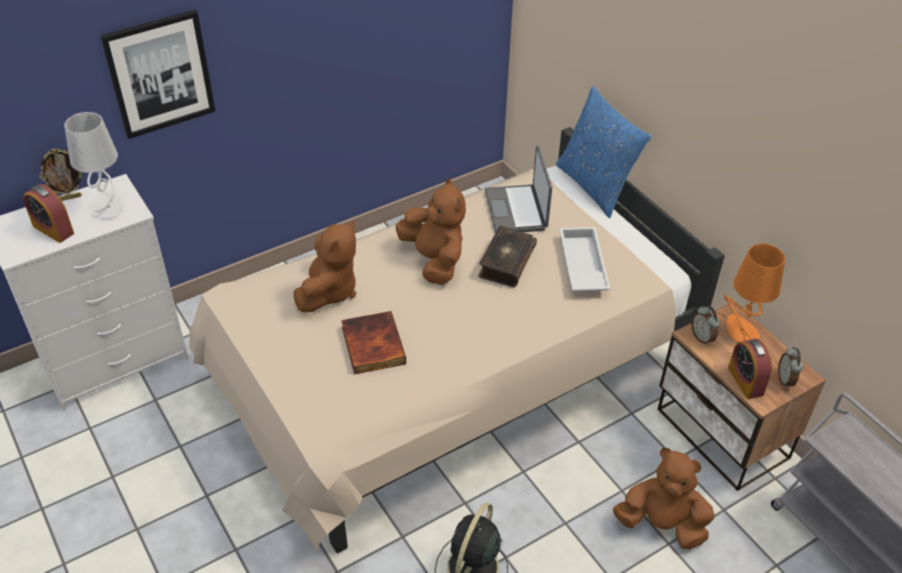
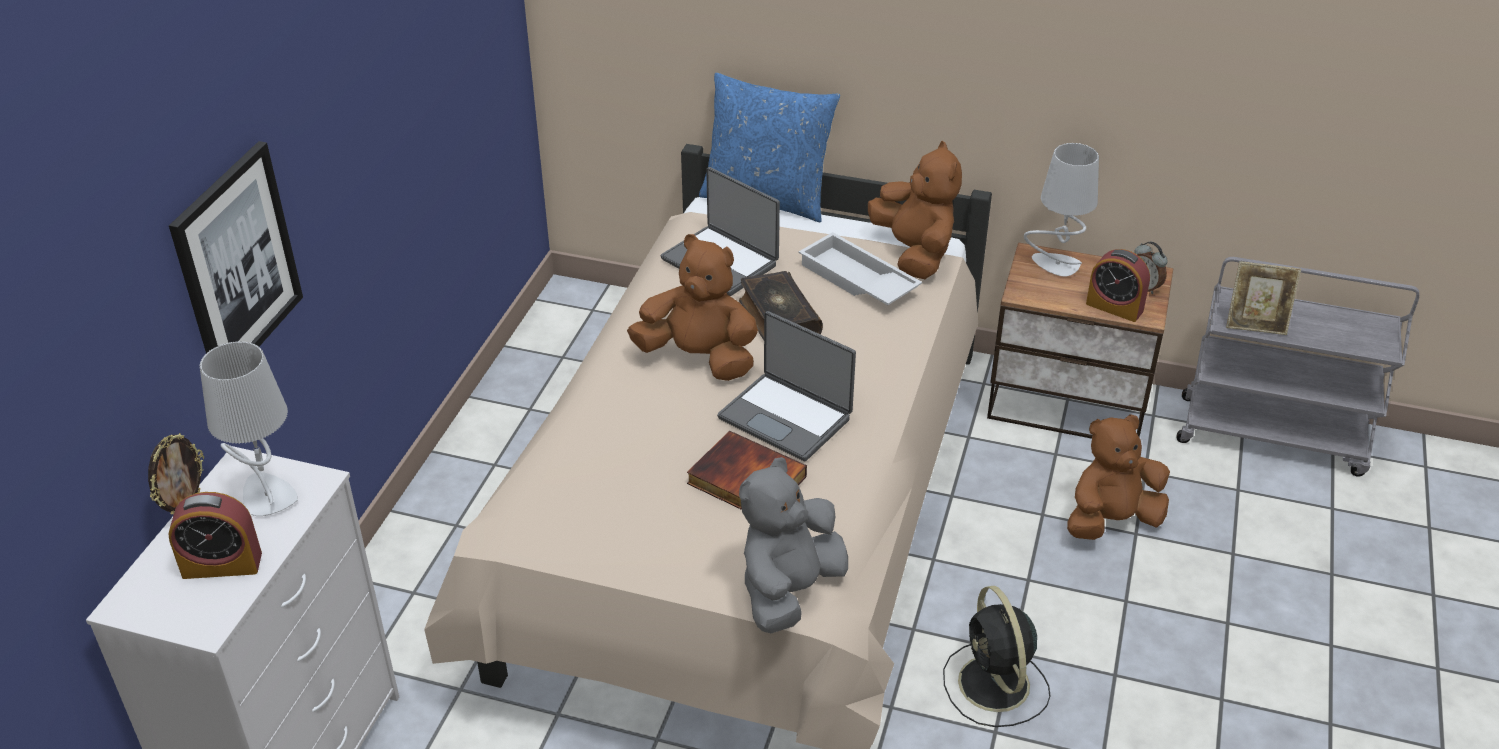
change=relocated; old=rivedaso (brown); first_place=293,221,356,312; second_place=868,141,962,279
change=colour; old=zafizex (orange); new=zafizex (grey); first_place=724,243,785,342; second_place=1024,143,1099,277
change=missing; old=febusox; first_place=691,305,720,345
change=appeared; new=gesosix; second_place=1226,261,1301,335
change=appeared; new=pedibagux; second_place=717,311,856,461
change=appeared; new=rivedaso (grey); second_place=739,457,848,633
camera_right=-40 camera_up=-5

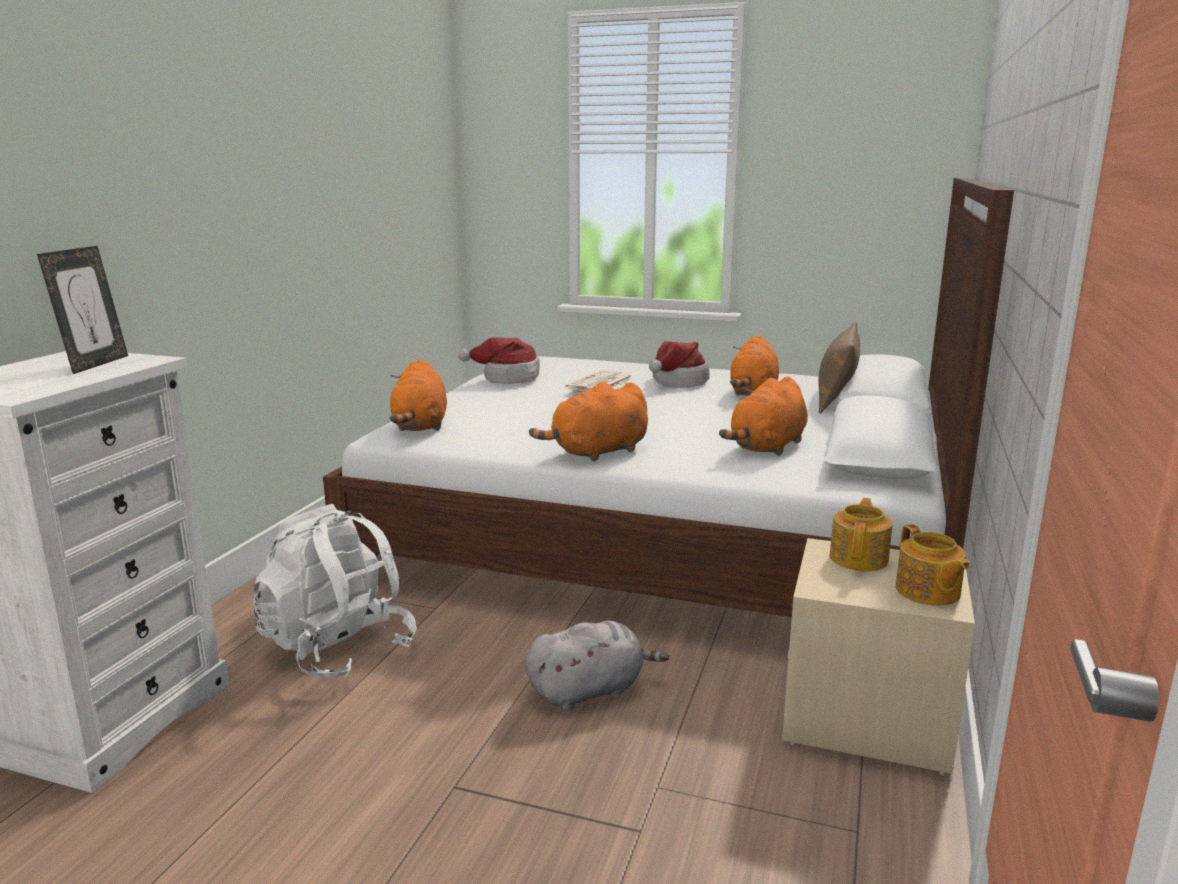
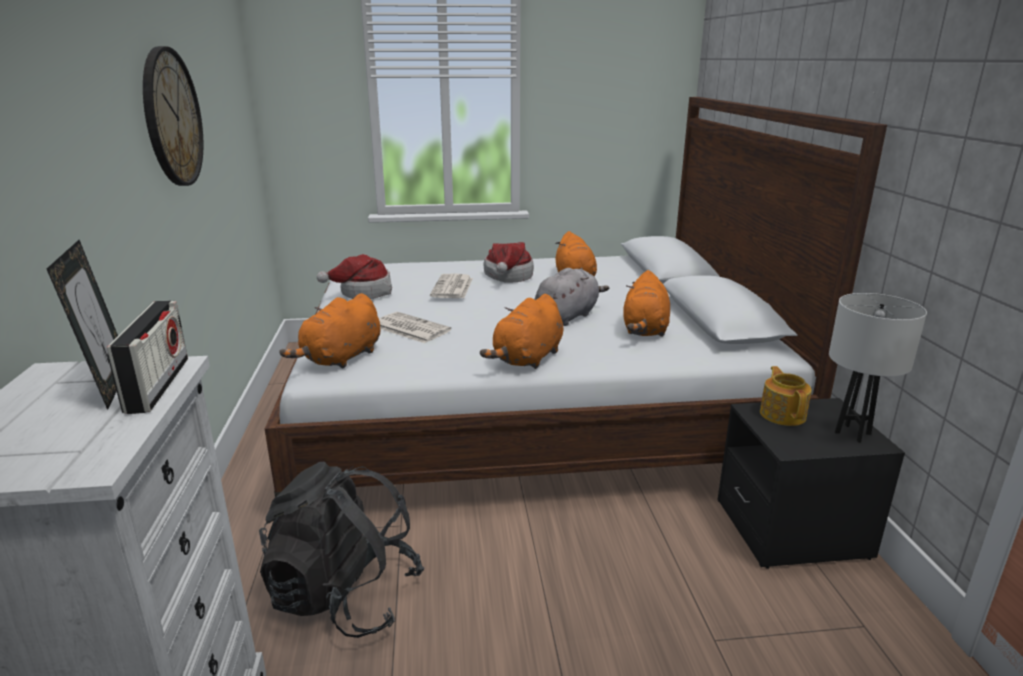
change=missing; old=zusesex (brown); first_place=818,322,860,414
change=spun; old=rivedaso (orange); first_place=390,359,447,431; second_place=279,293,380,369; degrees=60
change=colour; old=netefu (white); new=netefu (black); first_place=252,504,417,678; second_place=259,462,425,638
change=exchanged; old=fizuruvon; new=zafizex (white); first_place=896,524,970,606; second_place=829,293,927,443
change=colour; old=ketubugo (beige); new=ketubugo (black); first_place=782,538,975,775; second_place=717,398,905,569
change=relocated; old=rivedaso (grey); first_place=525,621,669,711; second_place=534,268,609,326
change=appeared; new=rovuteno; second_place=143,46,203,186
change=appeared; new=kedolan; second_place=107,301,188,414
change=appeared; new=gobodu; second_place=379,312,451,343
camera_right=-25 camera_up=5

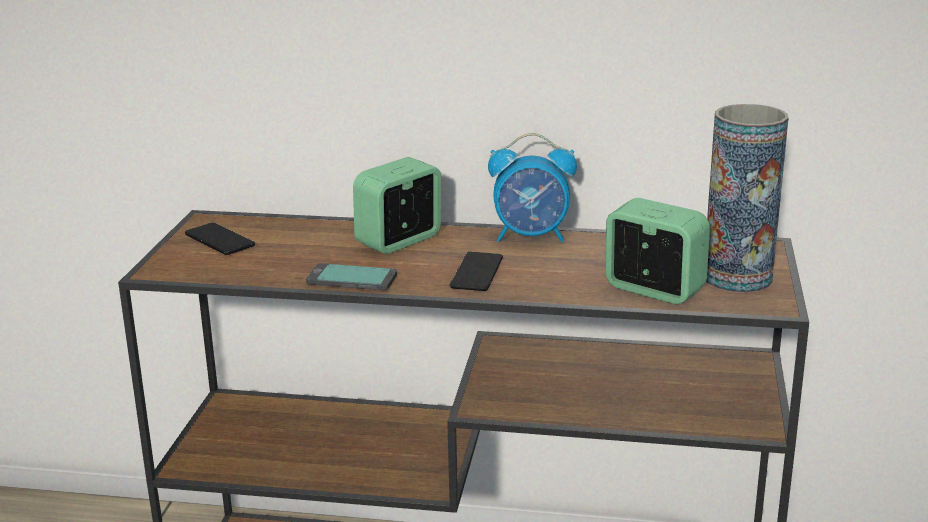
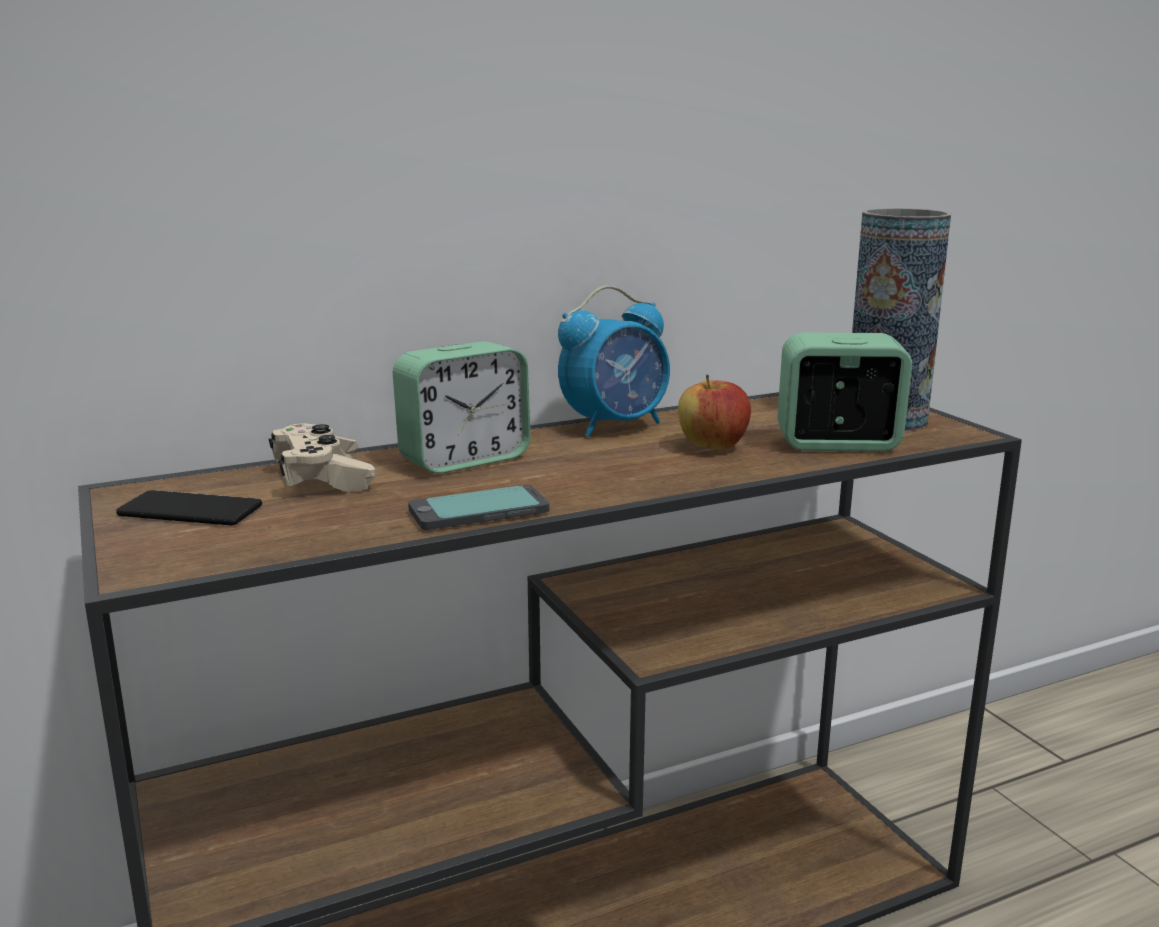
change=spun; old=febusox; first_place=353,157,441,254; second_place=393,341,531,474; degrees=-135
change=missing; old=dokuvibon; first_place=450,252,503,291
change=appeared; new=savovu; second_place=678,374,751,450
change=appeared; new=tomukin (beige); second_place=269,423,375,493
camera_right=-35 camera_up=-5

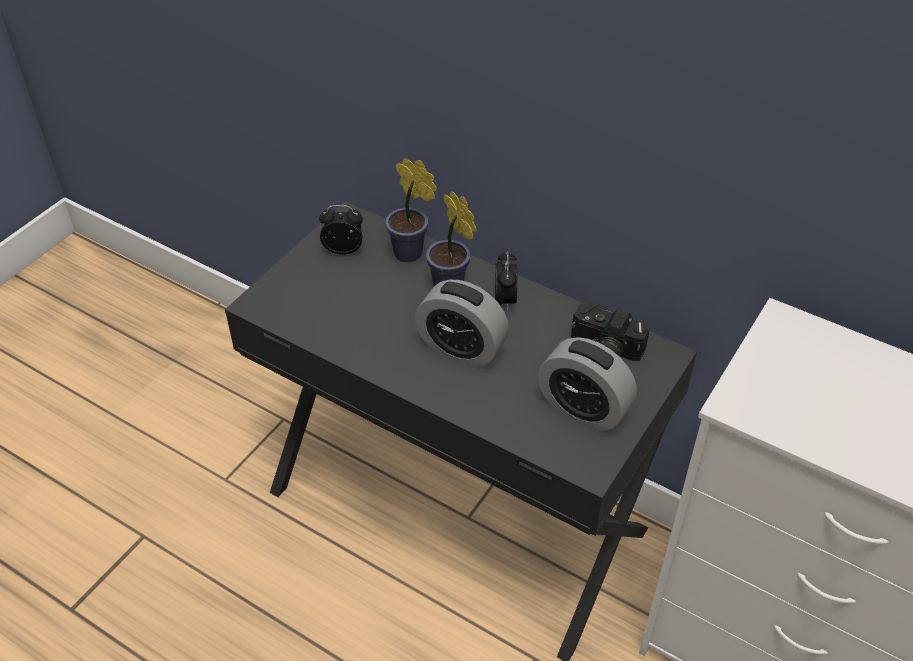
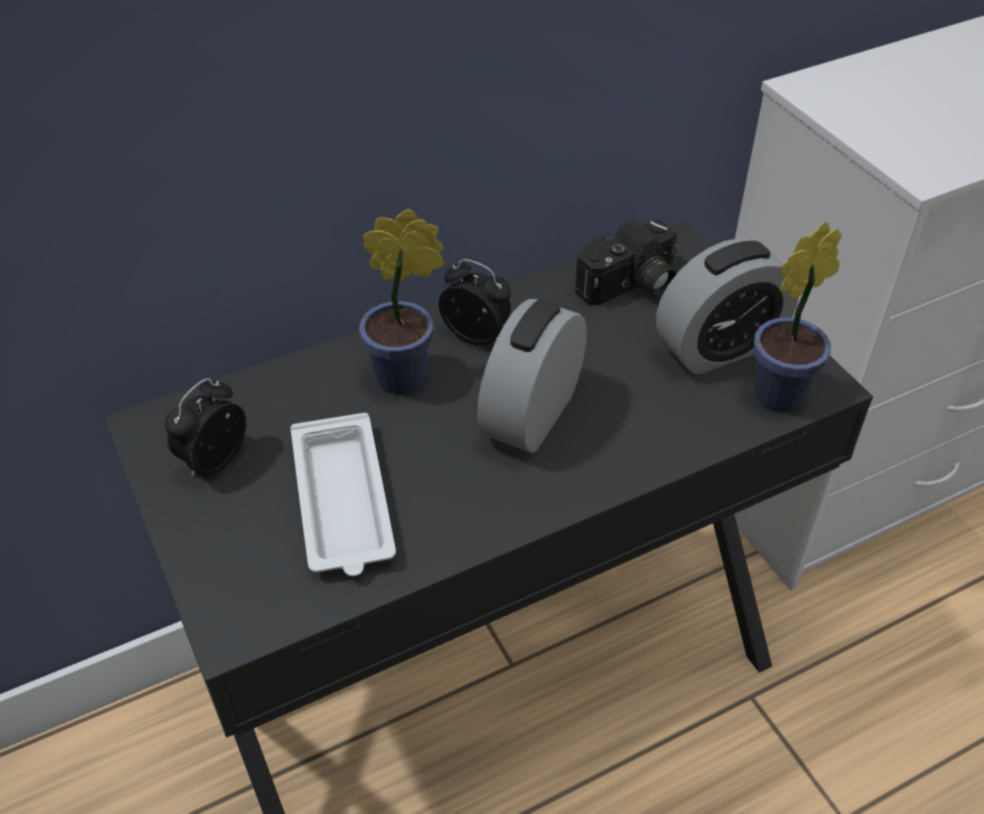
change=relocated; old=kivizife; first_place=385,158,437,262; second_place=754,222,842,412
change=spun; old=febusox; first_place=415,280,509,367; second_place=477,299,587,453; degrees=150
change=appeared; new=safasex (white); second_place=291,413,396,576
camera_right=-60 camera_up=0

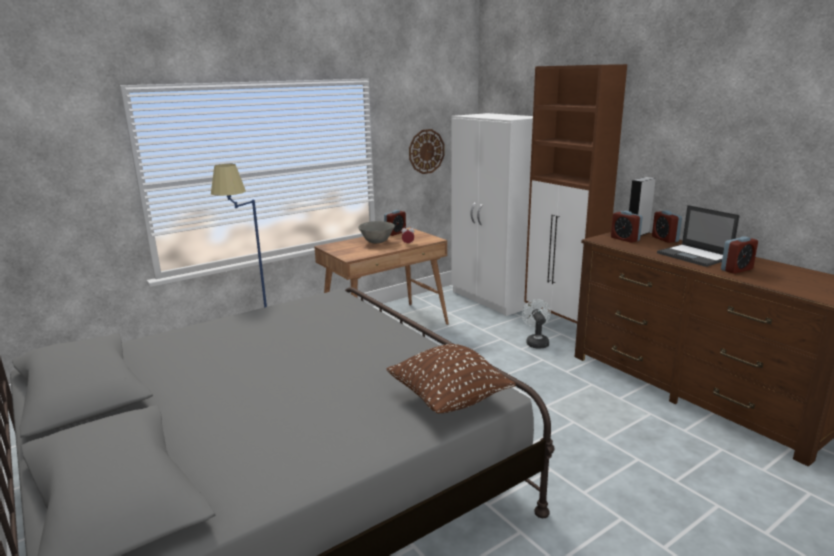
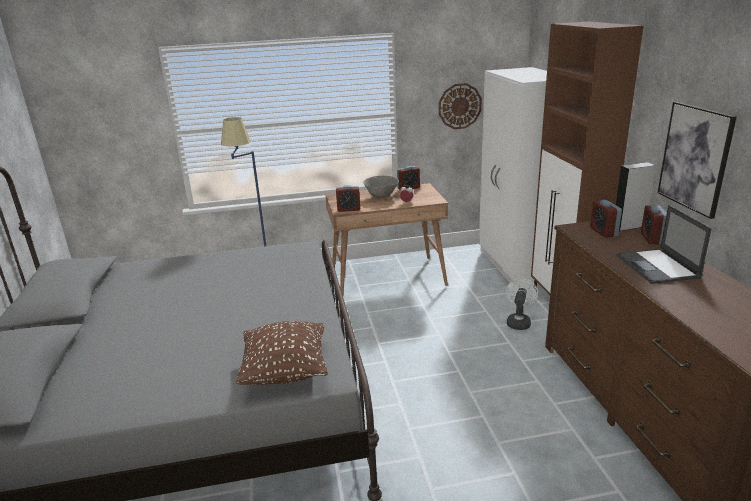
change=relocated; old=febusox; first_place=721,236,758,274; second_place=336,185,360,212
change=appeared; new=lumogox; second_place=658,102,737,219
camera_right=25 camera_up=5

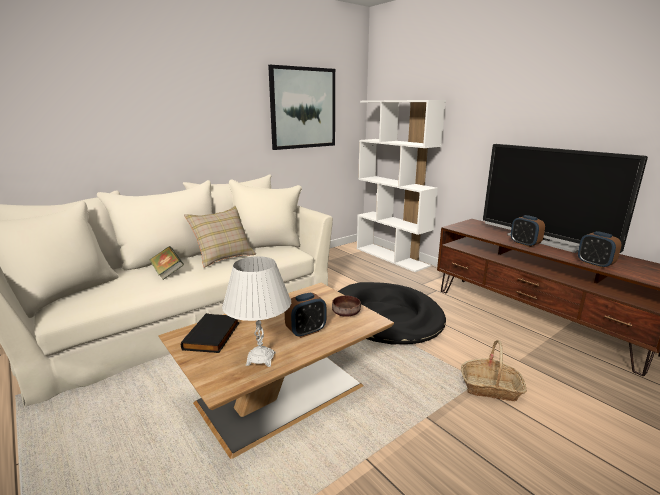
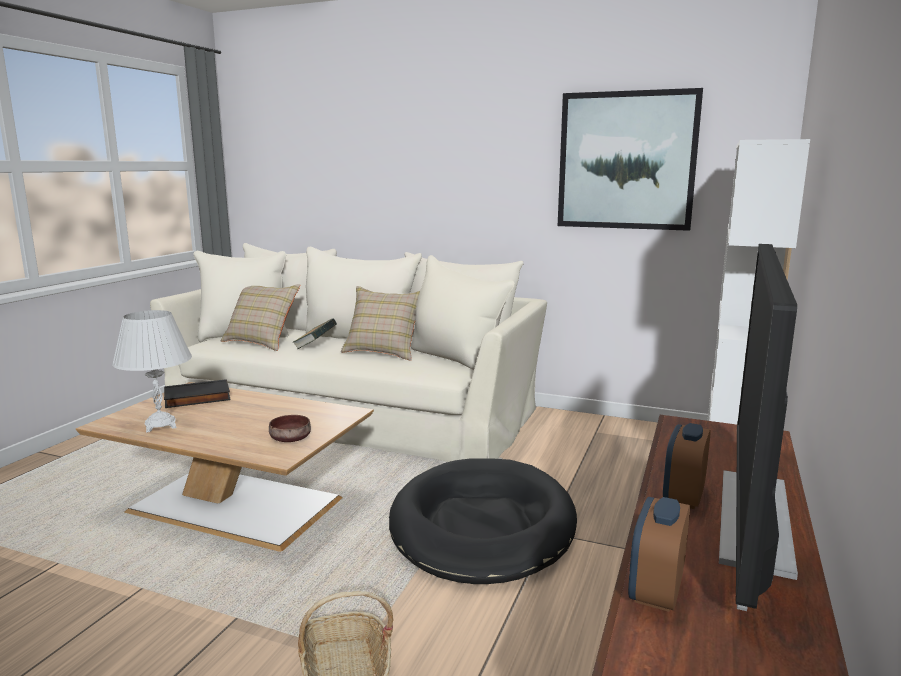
change=missing; old=febusox; first_place=285,293,326,338
change=appeared; new=zusesex (beige); second_place=221,284,300,351
camera_right=60 camera_up=-5

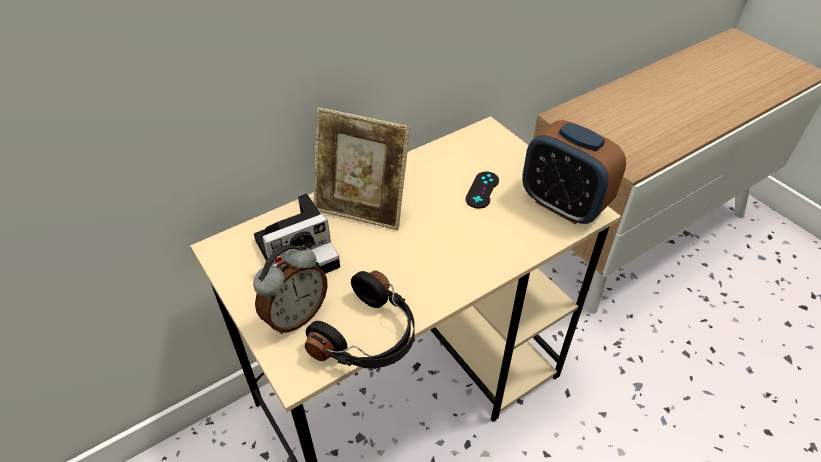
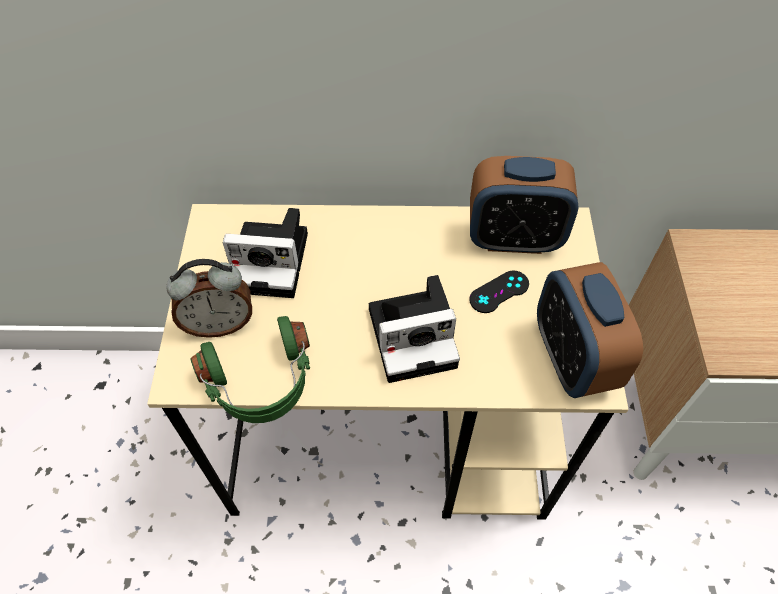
change=missing; old=gesosix; first_place=314,107,410,230
change=colour; old=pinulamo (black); new=pinulamo (green); first_place=305,271,415,368; second_place=190,316,310,423
change=appeared; new=febusox; second_place=470,156,579,254
change=appeared; new=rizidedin; second_place=369,275,460,383
camera_right=35 camera_up=10

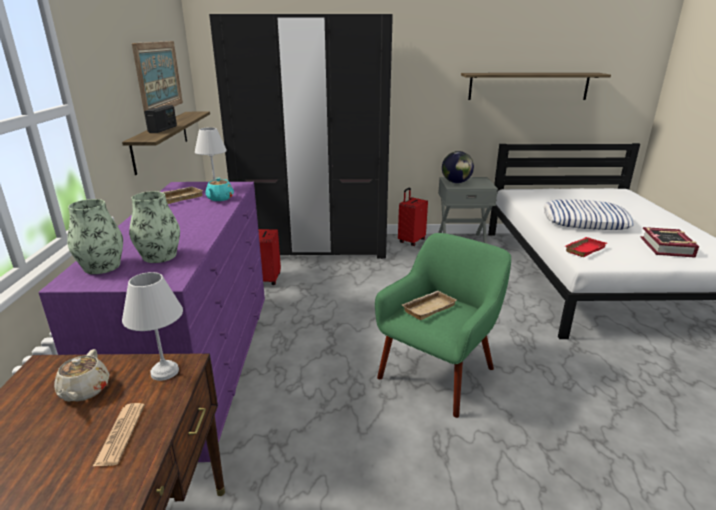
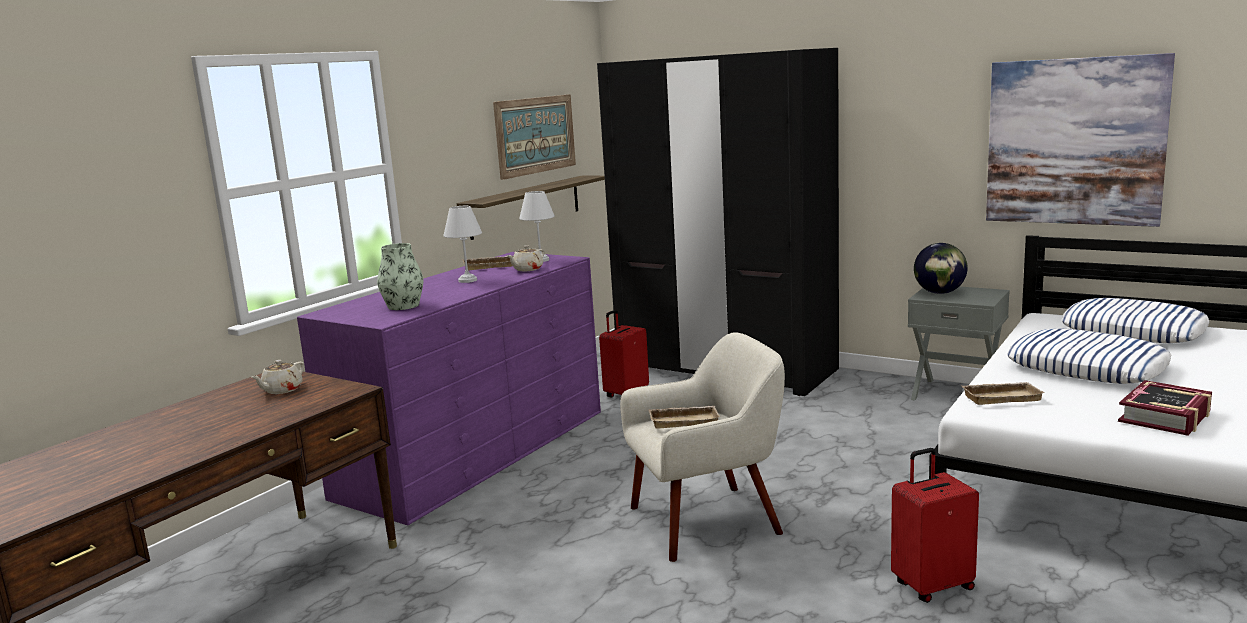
change=exchanged; old=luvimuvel; new=lumogox; first_place=461,73,611,100; second_place=986,53,1175,227
change=missing; old=kedolan; first_place=144,105,177,133
change=colour; old=fizuruvon (turquoise); new=fizuruvon (beige); first_place=206,178,234,201; second_place=507,245,545,271
change=relocated; old=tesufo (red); first_place=398,188,428,246; second_place=891,448,979,603
change=missing; old=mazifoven; first_place=67,199,123,274
change=colour; old=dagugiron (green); new=dagugiron (beige); first_place=375,233,511,418; second_place=620,332,785,562
change=colour; old=safasex (red); new=safasex (beige); first_place=565,237,607,257; second_place=962,382,1045,405
change=relocated; old=zafizex (white); first_place=122,272,183,381; second_place=443,206,482,283
change=missing; old=gobodu; first_place=93,403,145,466
change=appeared; new=zusesex; second_place=1062,298,1210,343
camera_right=35 camera_up=-10

